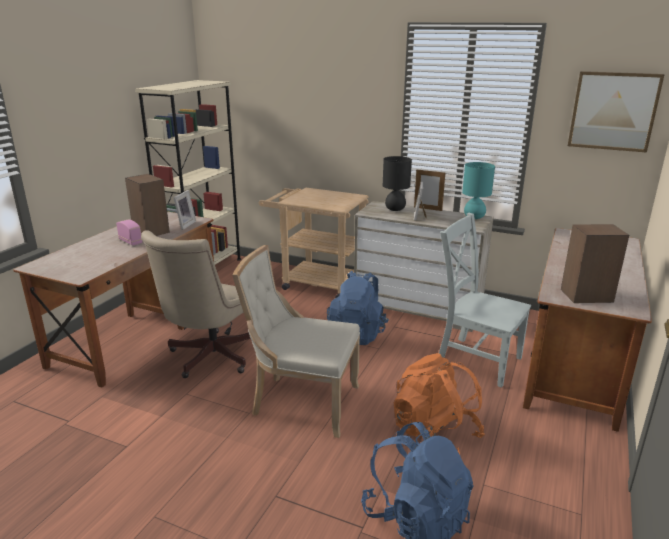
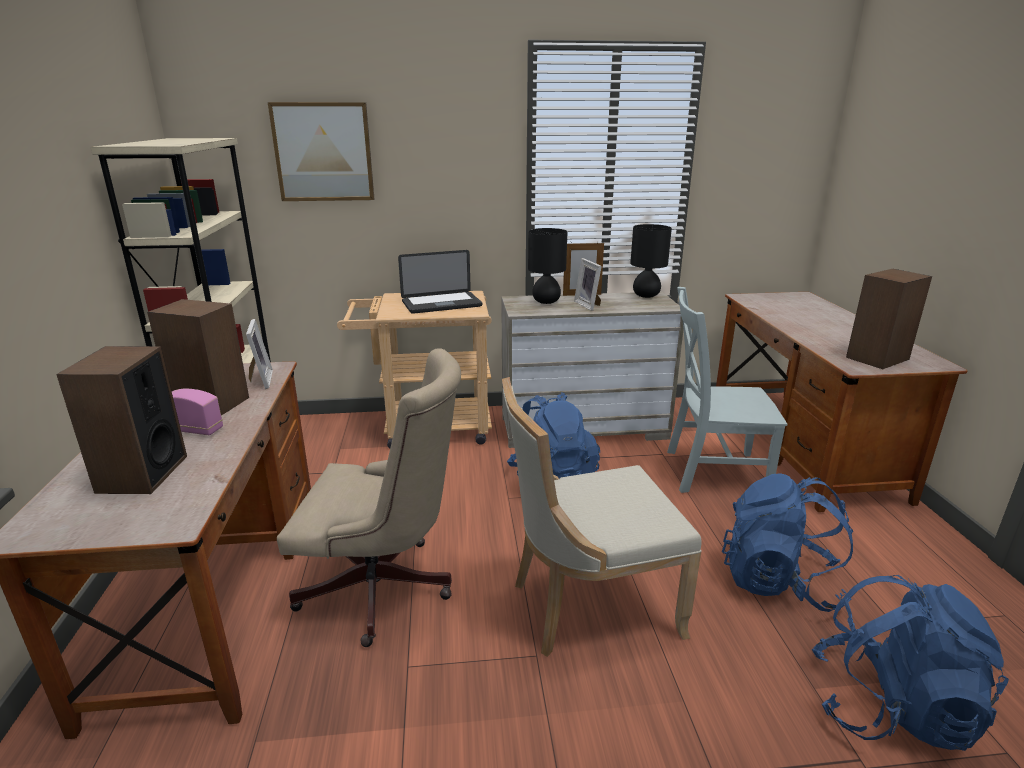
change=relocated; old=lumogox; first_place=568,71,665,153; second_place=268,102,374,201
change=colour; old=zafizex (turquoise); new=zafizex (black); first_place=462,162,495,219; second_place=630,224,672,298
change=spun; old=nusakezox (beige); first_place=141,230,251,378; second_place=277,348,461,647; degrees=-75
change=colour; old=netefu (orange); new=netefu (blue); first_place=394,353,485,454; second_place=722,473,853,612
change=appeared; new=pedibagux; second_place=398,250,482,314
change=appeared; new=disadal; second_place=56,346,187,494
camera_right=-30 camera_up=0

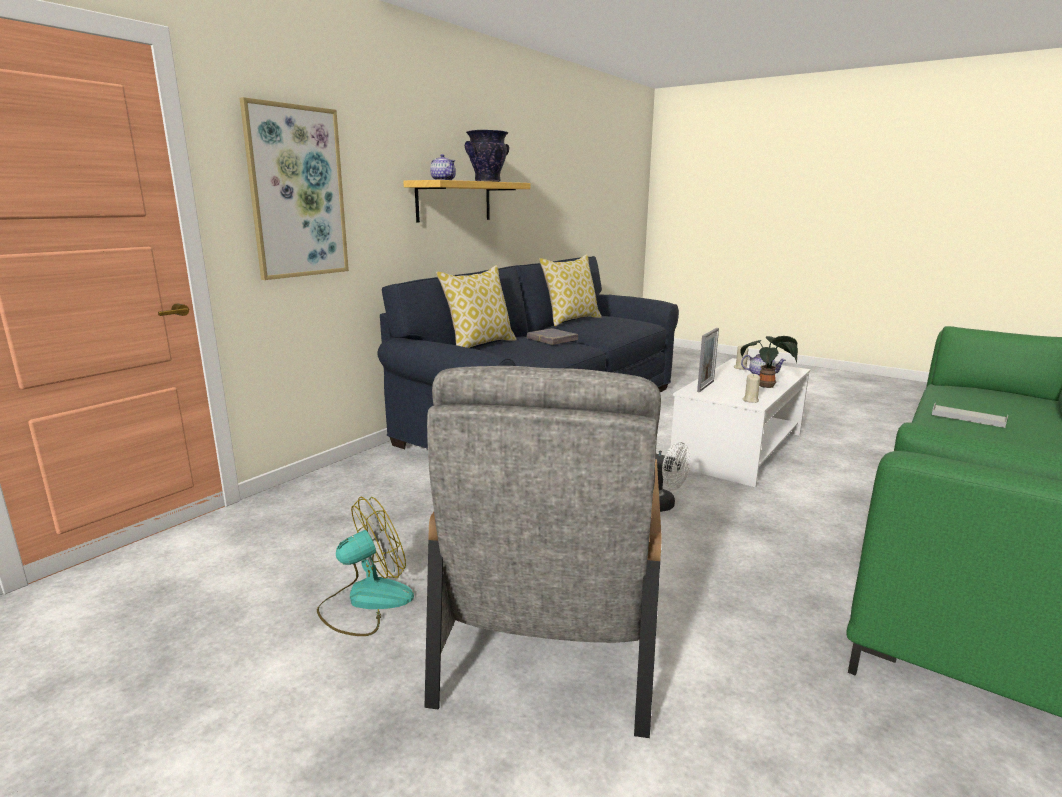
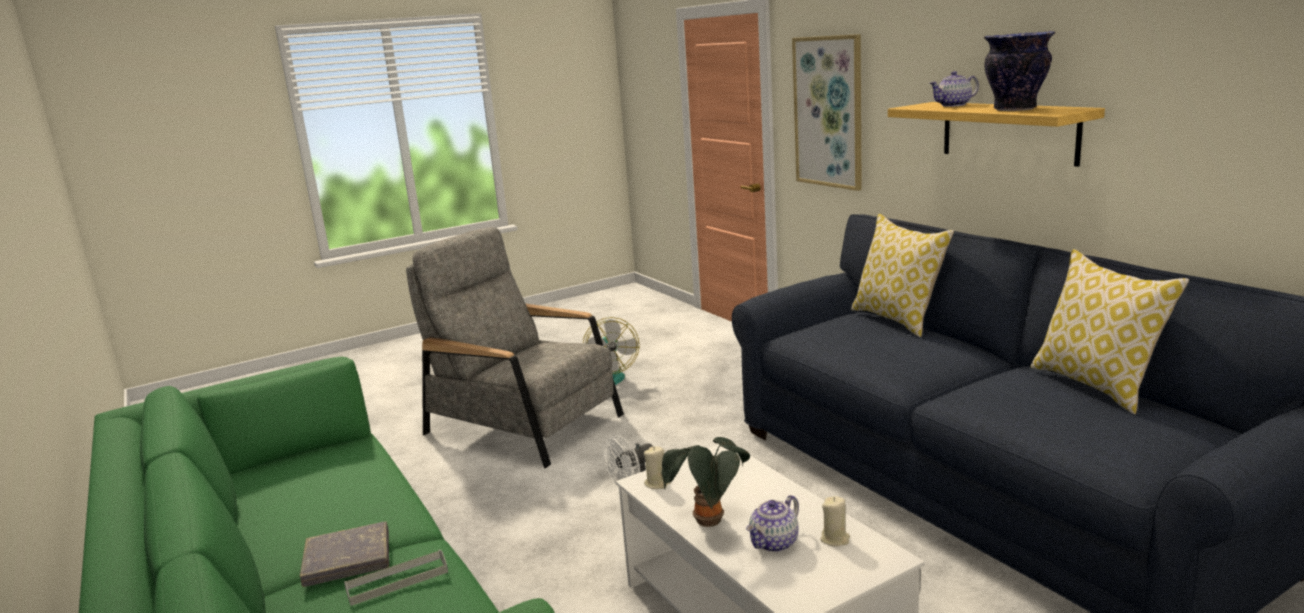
change=relocated; old=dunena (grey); first_place=527,328,578,345; second_place=300,522,389,587
change=missing; old=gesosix; first_place=697,328,719,392
camera_right=115 camera_up=0

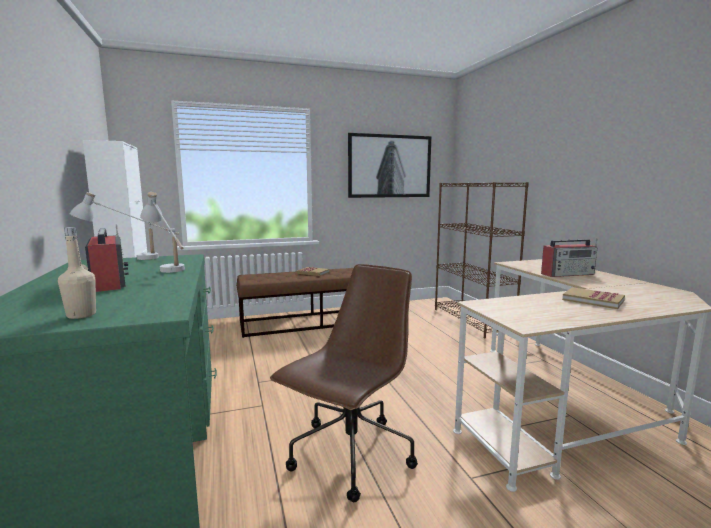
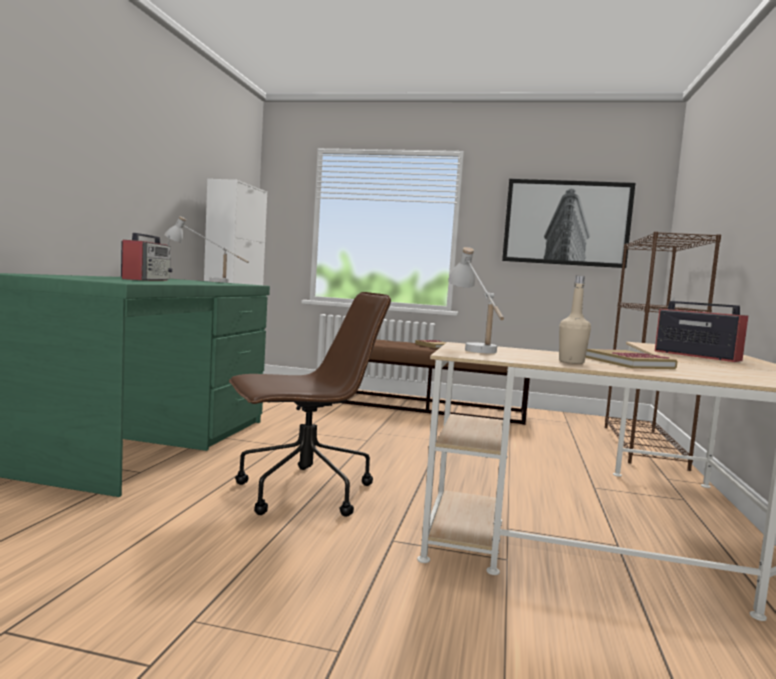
change=relocated; old=zafizex (white); first_place=140,192,185,273; second_place=448,247,504,354
change=relocated; old=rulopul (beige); first_place=58,227,96,319; second_place=559,276,591,364
change=spun; old=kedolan; first_place=541,239,597,277; second_place=655,298,749,362; degrees=-150
camera_right=30 camera_up=-5

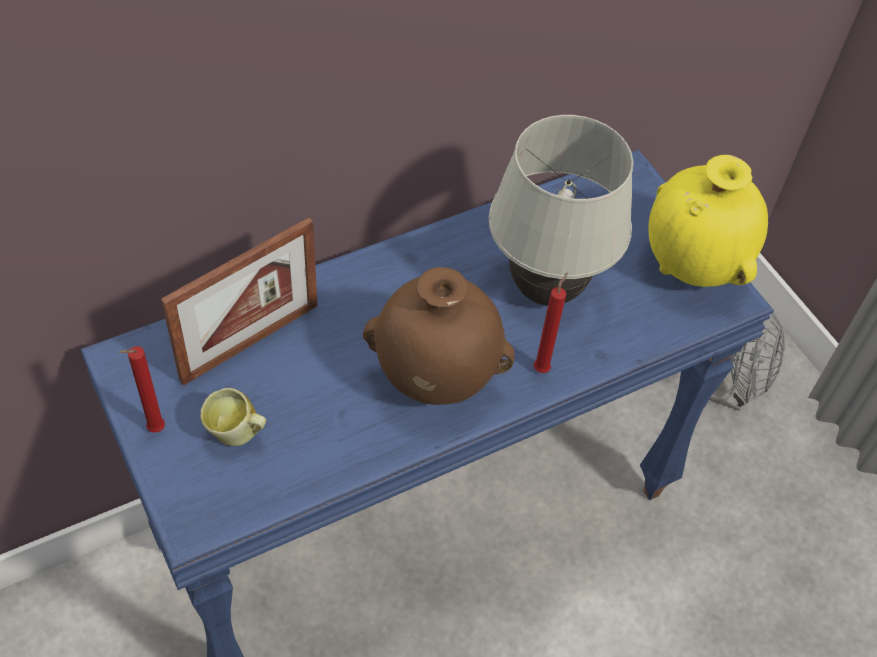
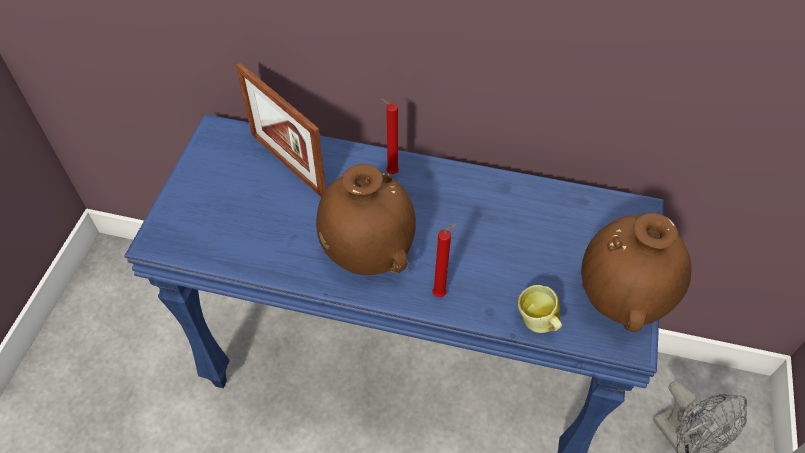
change=missing; old=zafizex (white); first_place=489,115,634,306
change=colour; old=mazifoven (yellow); new=mazifoven (brown); first_place=648,155,768,287; second_place=581,213,691,332
change=spun; old=gesosix; first_place=161,217,317,386; second_place=236,63,326,197; degrees=45
change=relocated; old=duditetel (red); first_place=118,346,165,433; second_place=380,99,399,174
change=relocated; old=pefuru; first_place=200,388,266,446; second_place=518,285,562,333
camera_right=45 camera_up=0

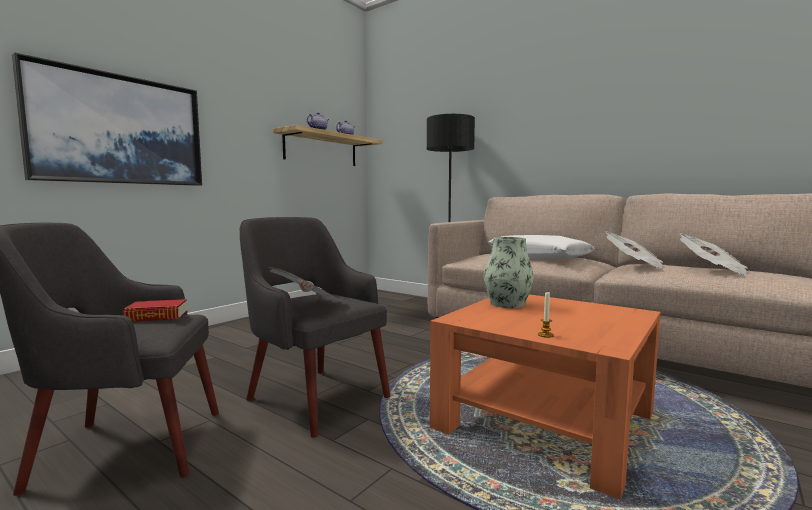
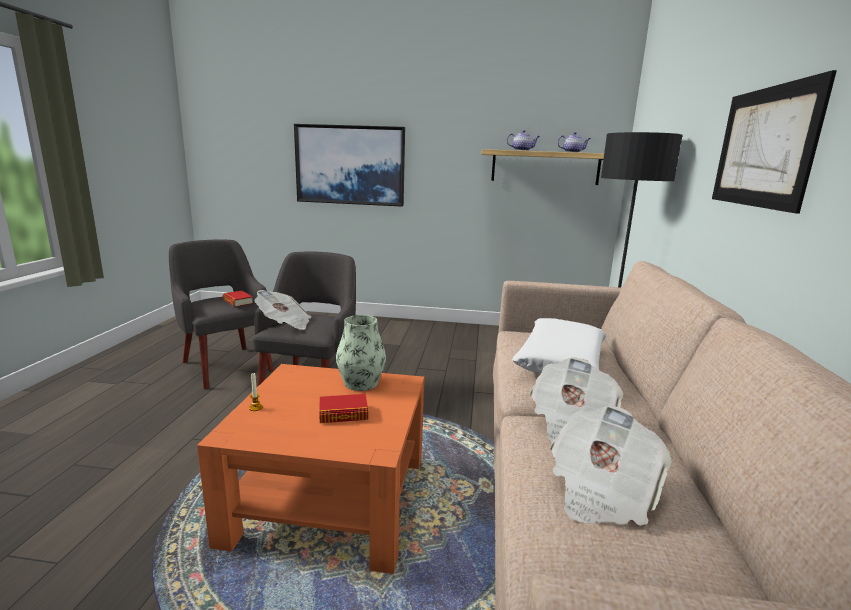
change=appeared; new=lumogox; second_place=712,70,837,214
change=appeared; new=dunena; second_place=319,394,368,423
camera_right=60 camera_up=10

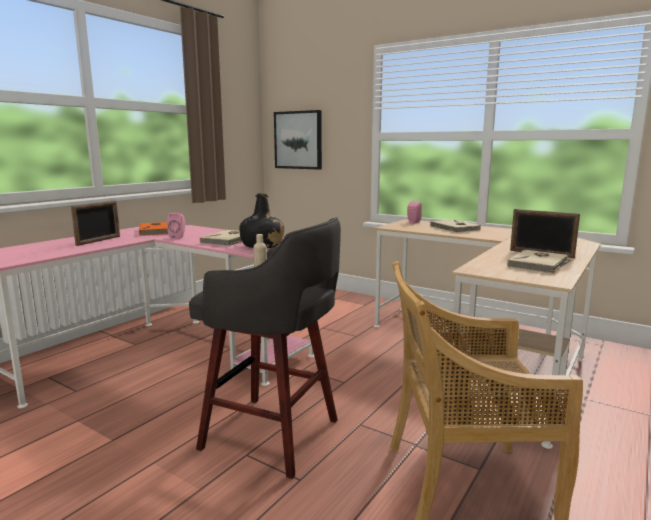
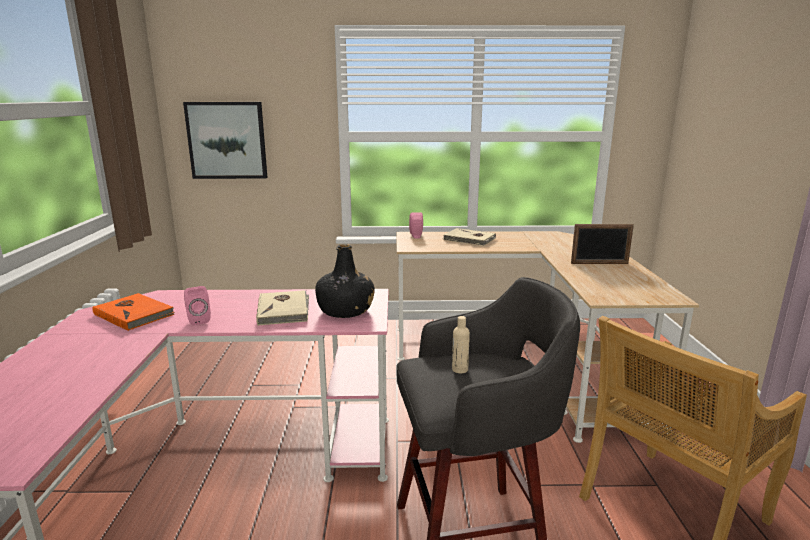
change=missing; old=gesosix; first_place=71,200,120,246
change=missing; old=dunena (beige); first_place=507,249,571,274
camera_right=-35 camera_up=5

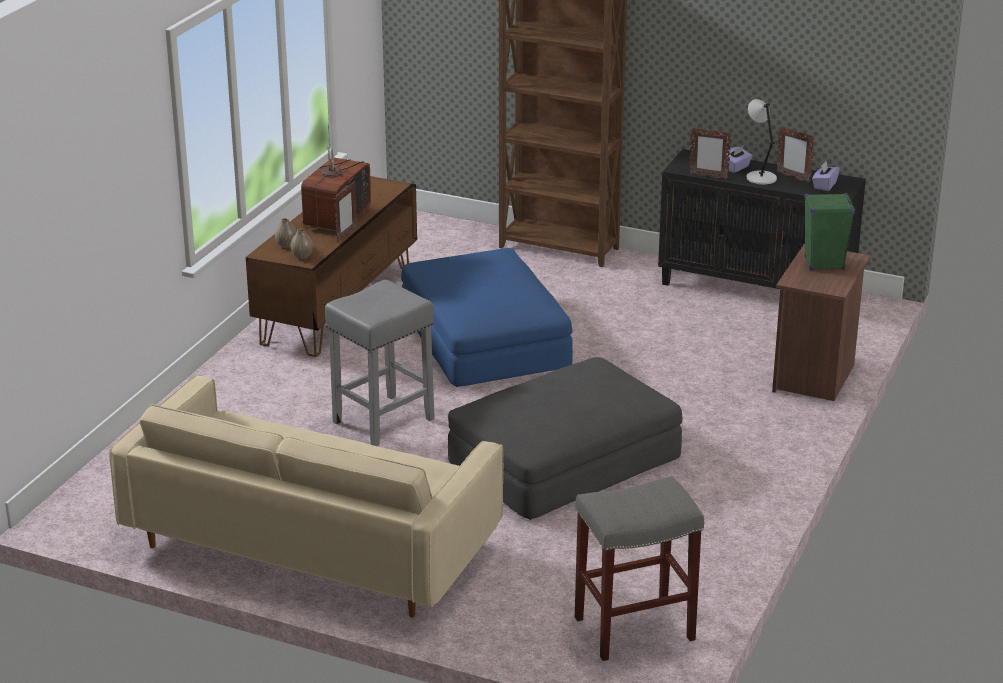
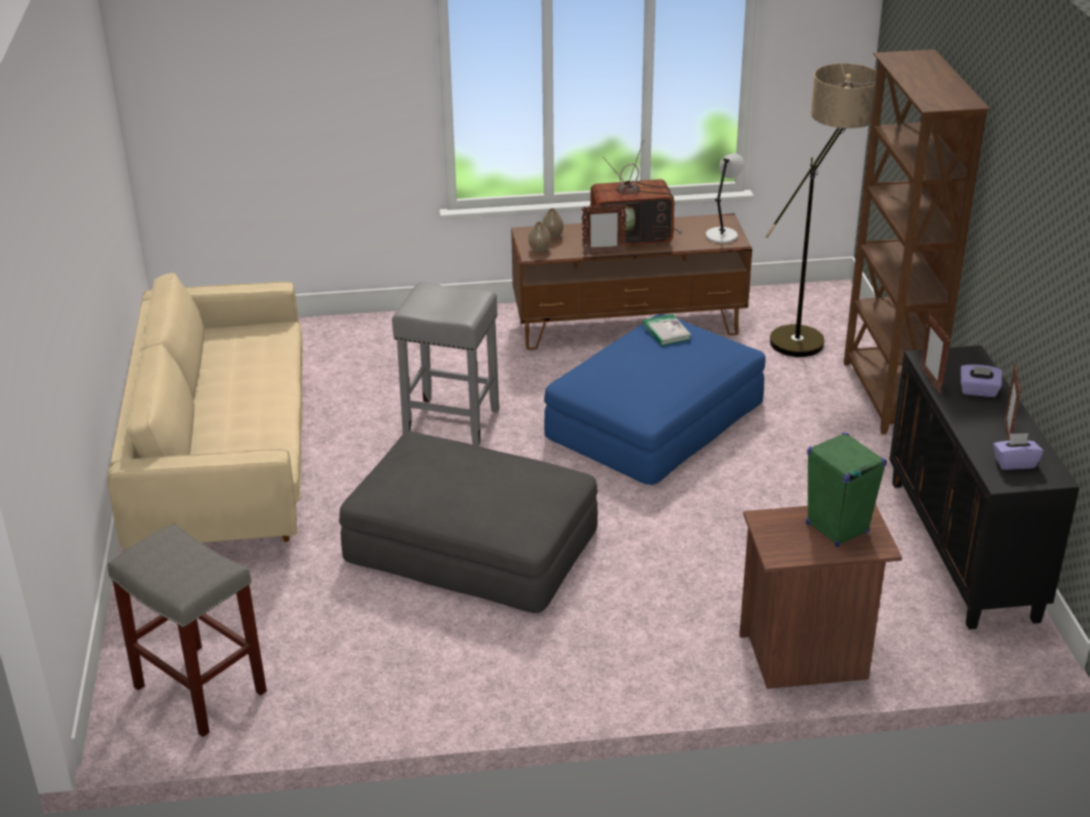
change=relocated; old=zafizex (grey); first_place=746,99,777,185; second_place=706,153,744,243
change=appeared; new=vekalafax; second_place=765,63,877,357
change=appeared; new=dunena; second_place=642,314,692,346
camera_right=60 camera_up=5

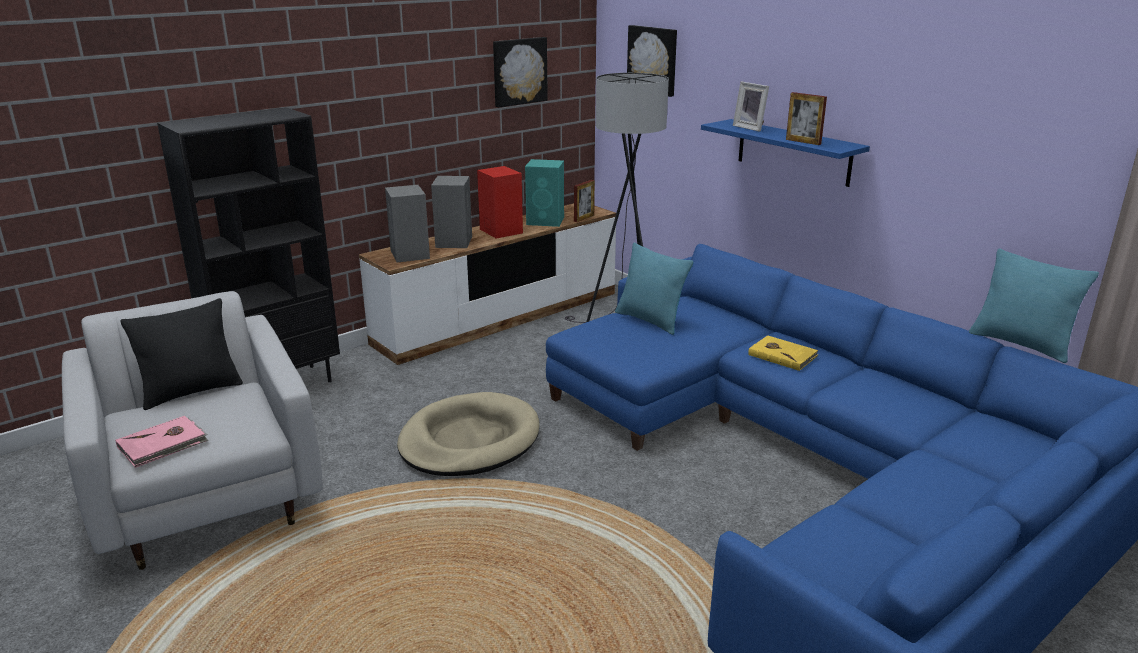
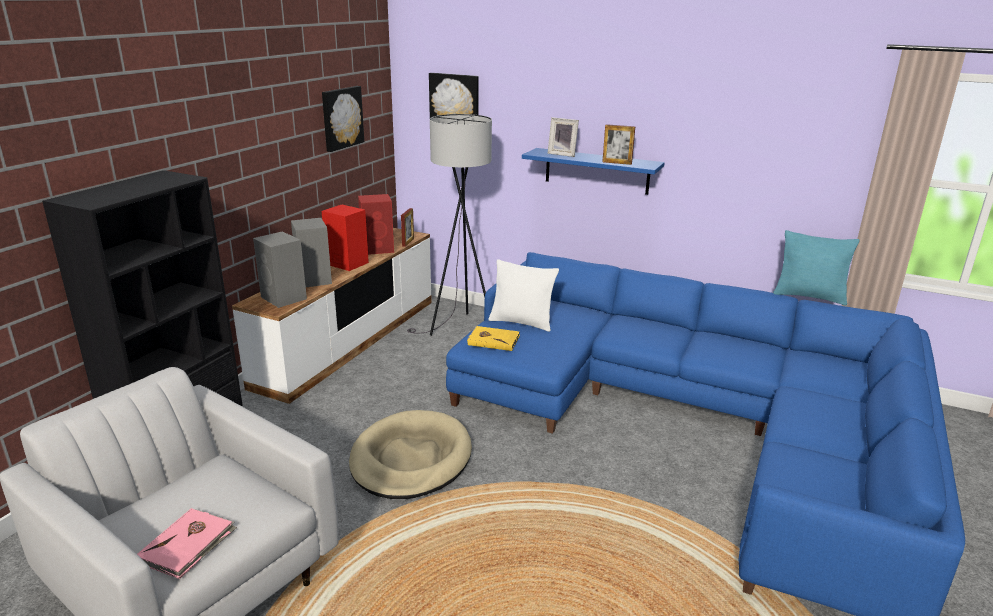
change=colour; old=disadal (turquoise); new=disadal (red); first_place=525,159,564,227; second_place=358,194,394,255
change=colour; old=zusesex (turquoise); new=zusesex (white); first_place=615,242,693,335; second_place=488,259,559,332
change=missing; old=zusesex (black); first_place=120,298,243,410
change=relocated; old=dunena (yellow); first_place=748,336,818,371; second_place=467,326,520,351
camera_right=-25 camera_up=0

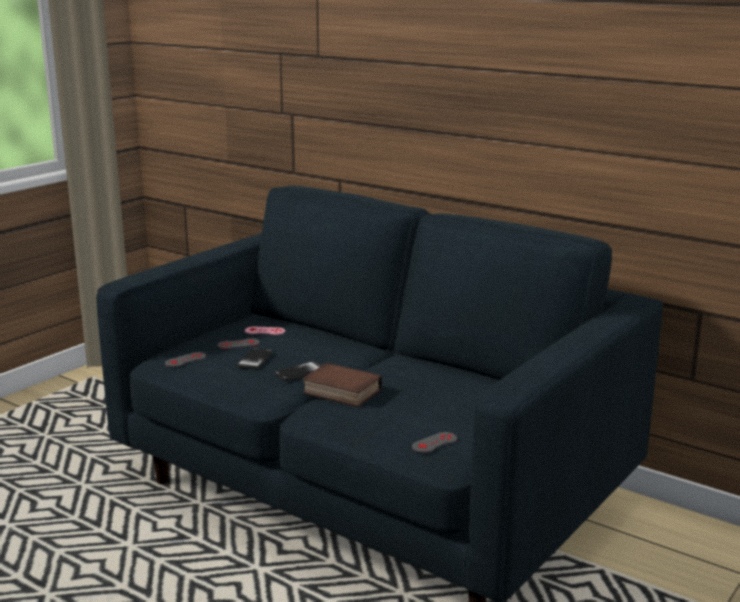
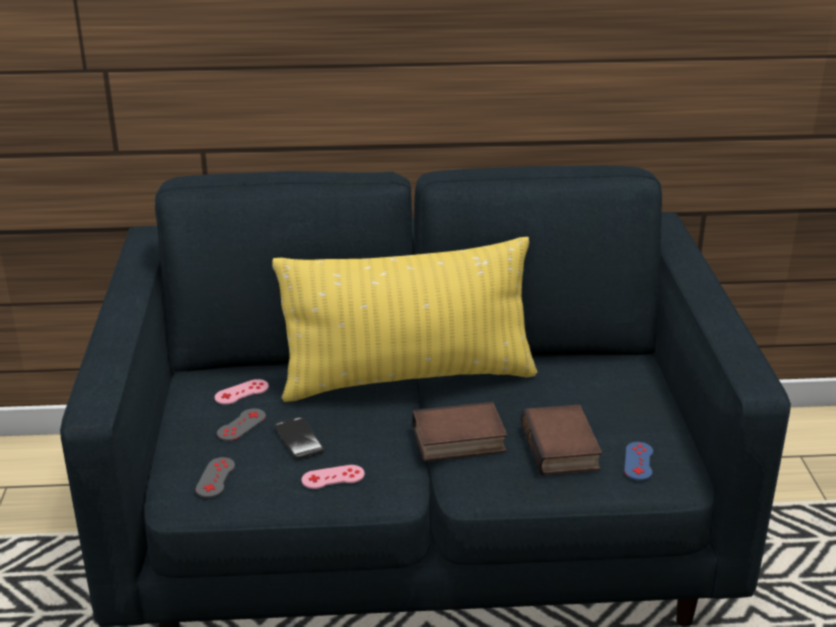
change=missing; old=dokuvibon; first_place=275,361,322,381
change=colour; old=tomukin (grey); new=tomukin (blue); first_place=412,432,457,453; second_place=624,442,653,481
change=appeared; new=zusesex (yellow); second_place=272,237,537,402
change=appeared; new=dunena; second_place=521,405,602,475
change=appeared; new=tomukin (pink); second_place=302,465,365,489
camera_right=-40 camera_up=10

